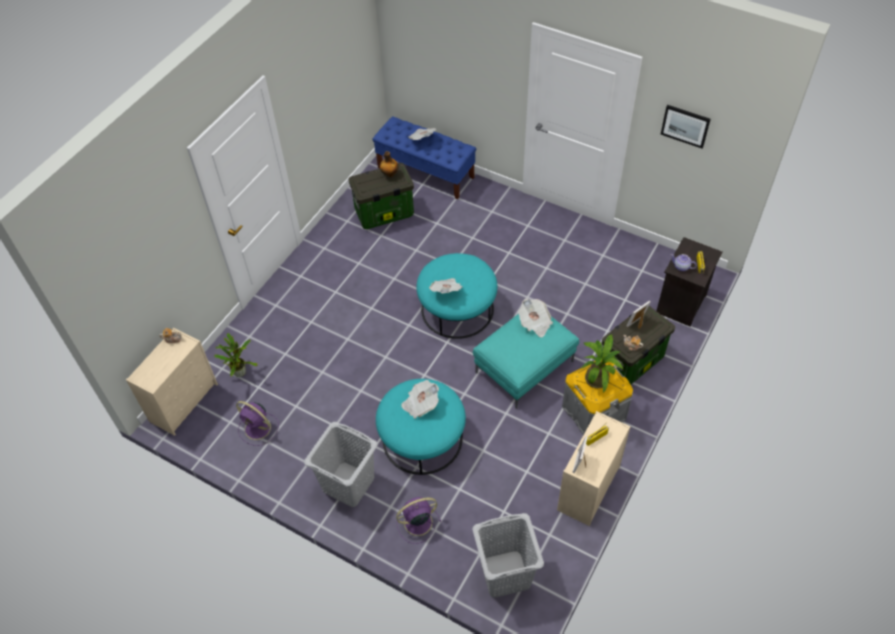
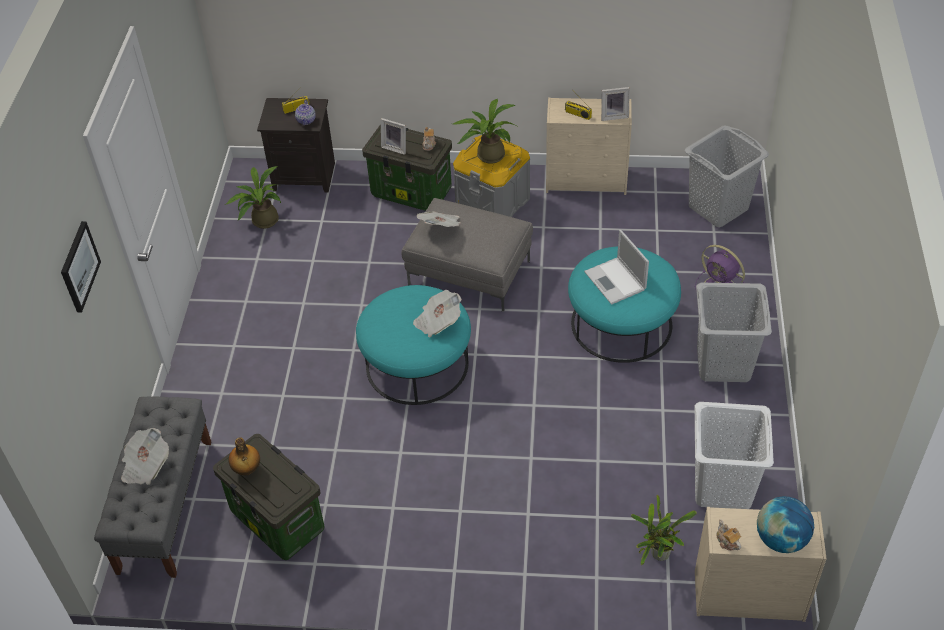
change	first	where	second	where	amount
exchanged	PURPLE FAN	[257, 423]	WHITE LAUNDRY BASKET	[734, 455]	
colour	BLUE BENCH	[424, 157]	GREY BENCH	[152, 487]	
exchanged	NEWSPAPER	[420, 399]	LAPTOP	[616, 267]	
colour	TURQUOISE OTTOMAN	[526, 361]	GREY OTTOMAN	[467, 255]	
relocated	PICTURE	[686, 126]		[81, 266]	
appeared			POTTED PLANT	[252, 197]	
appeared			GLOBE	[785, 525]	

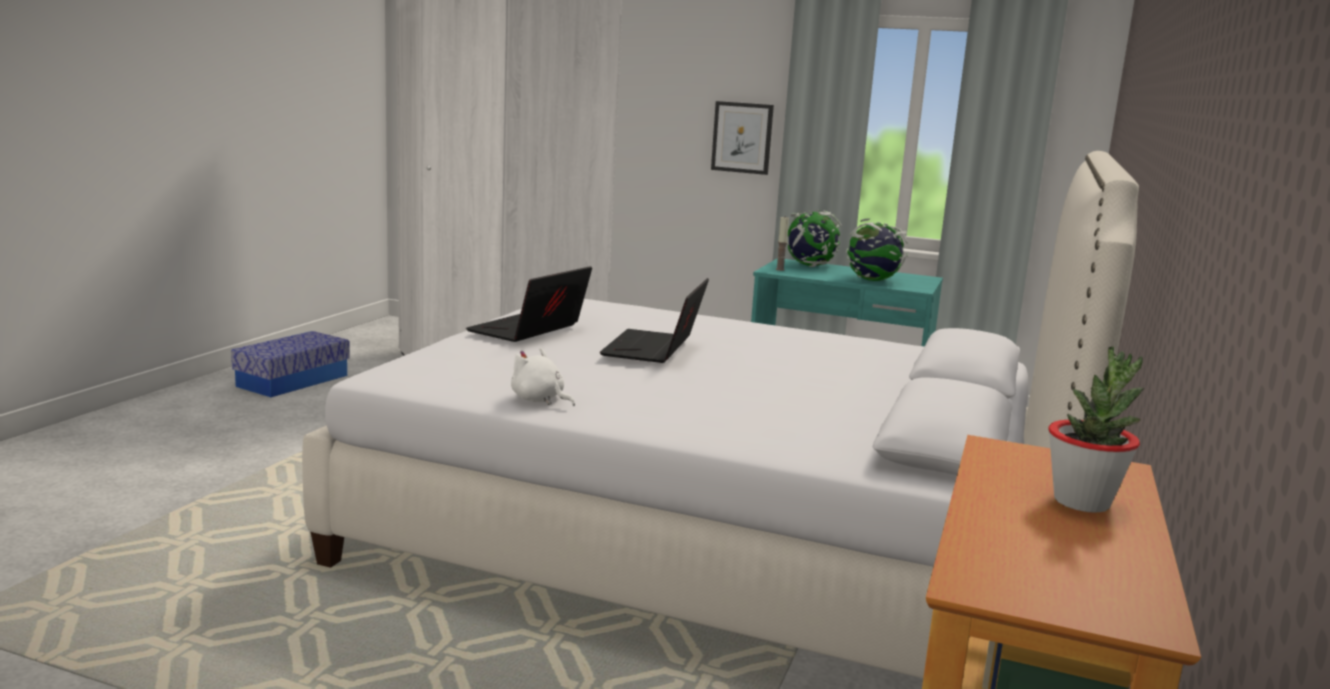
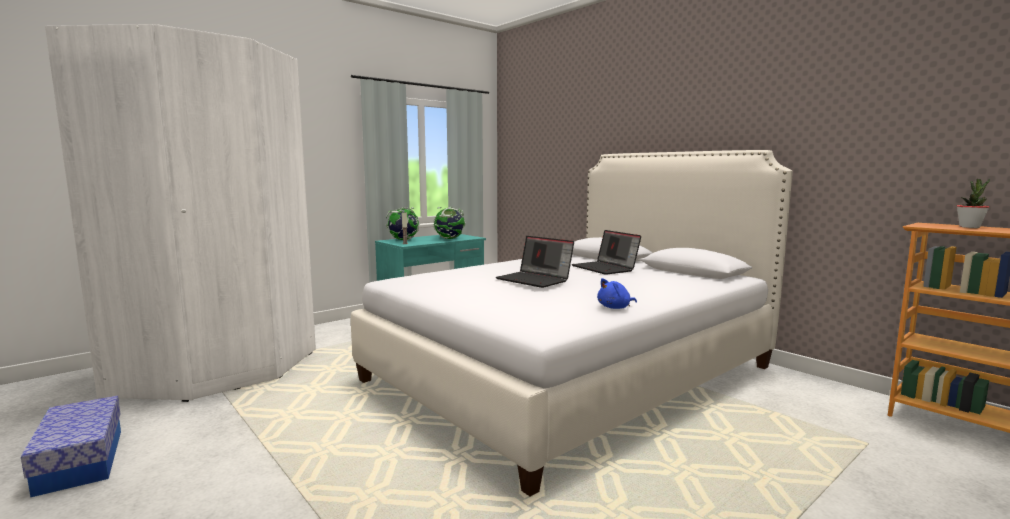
change	first	where	second	where	amount
relocated	LAPTOP	[529, 304]		[606, 252]	
colour	WHITE PLUSH TOY	[543, 377]	BLUE PLUSH TOY	[617, 293]	
missing	PICTURE	[742, 138]			

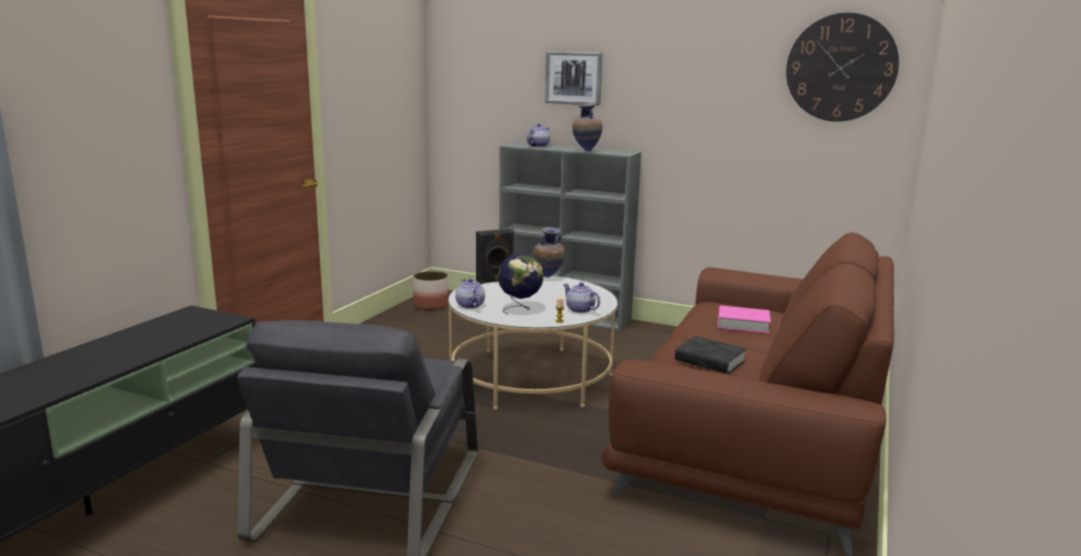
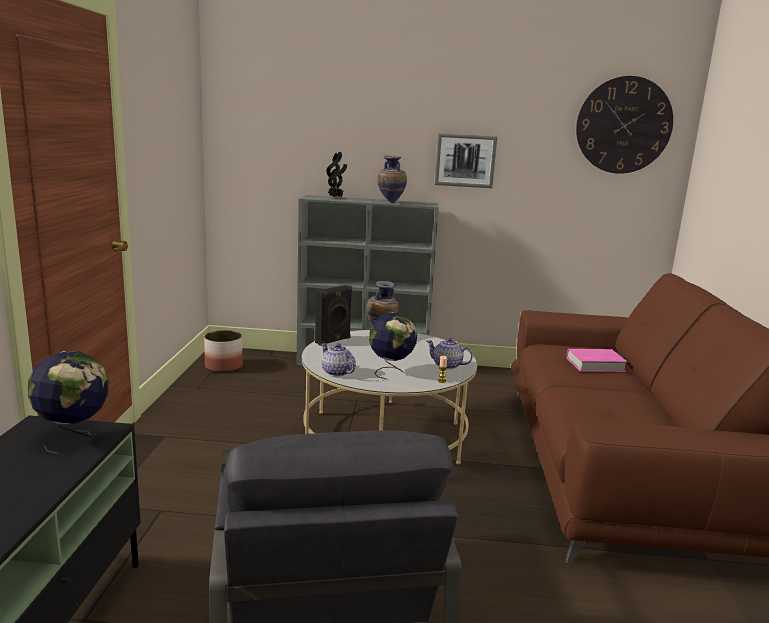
change	first	where	second	where	amount
exchanged	TEAPOT	[538, 135]	POTTED PLANT	[336, 175]	
relocated	PICTURE	[574, 78]		[466, 160]	
missing	BLACK BOOK	[711, 355]			
appeared			GLOBE	[68, 402]	

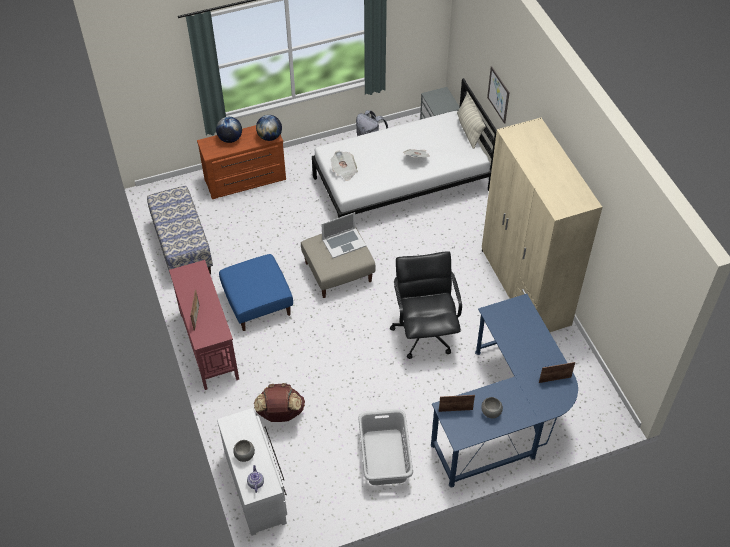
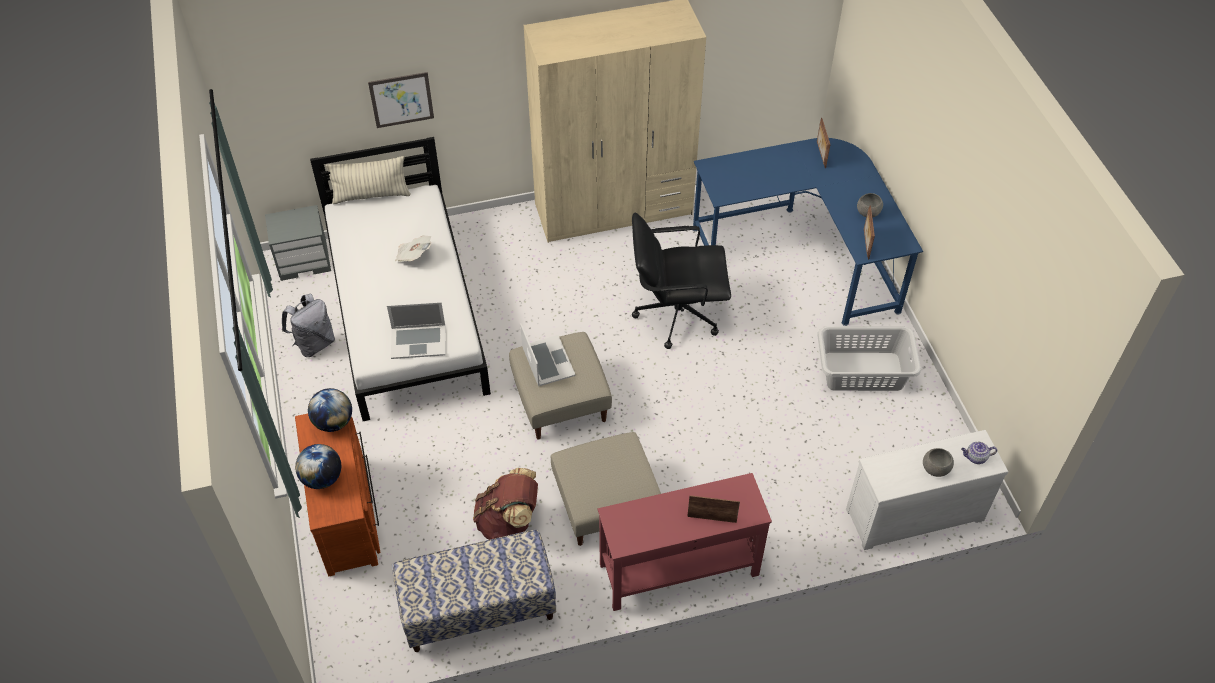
change	first	where	second	where	amount
colour	BLUE OTTOMAN	[256, 292]	BEIGE OTTOMAN	[606, 489]	
relocated	BROWN BACKPACK	[279, 402]		[505, 504]	
exchanged	NEWSPAPER	[344, 166]	LAPTOP	[416, 330]	

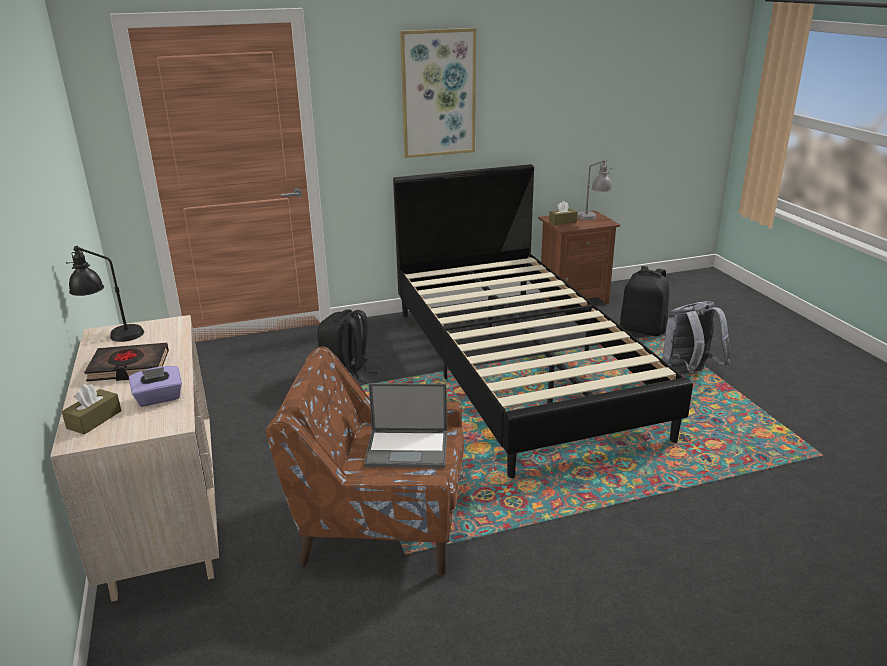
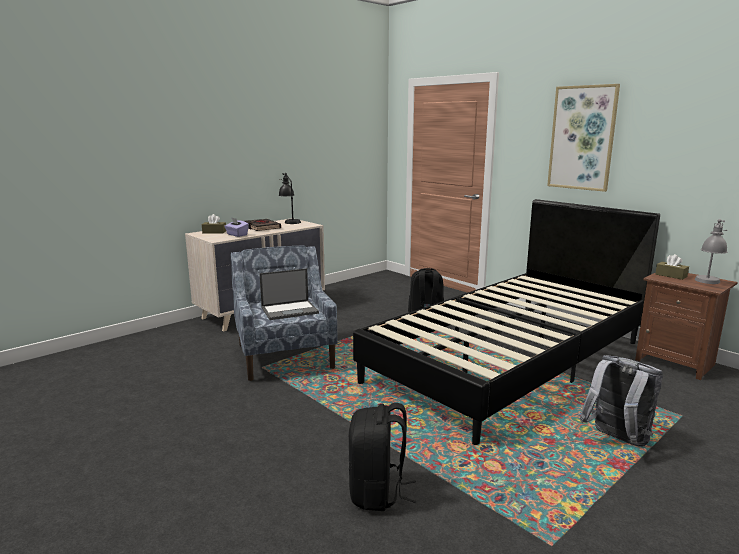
change	first	where	second	where	amount
colour	BROWN ARMCHAIR	[365, 460]	BLUE ARMCHAIR	[284, 313]	
spun	LAPTOP	[405, 425]		[289, 294]	90 degrees counterclockwise
relocated	BLACK BACKPACK	[644, 301]		[382, 457]	

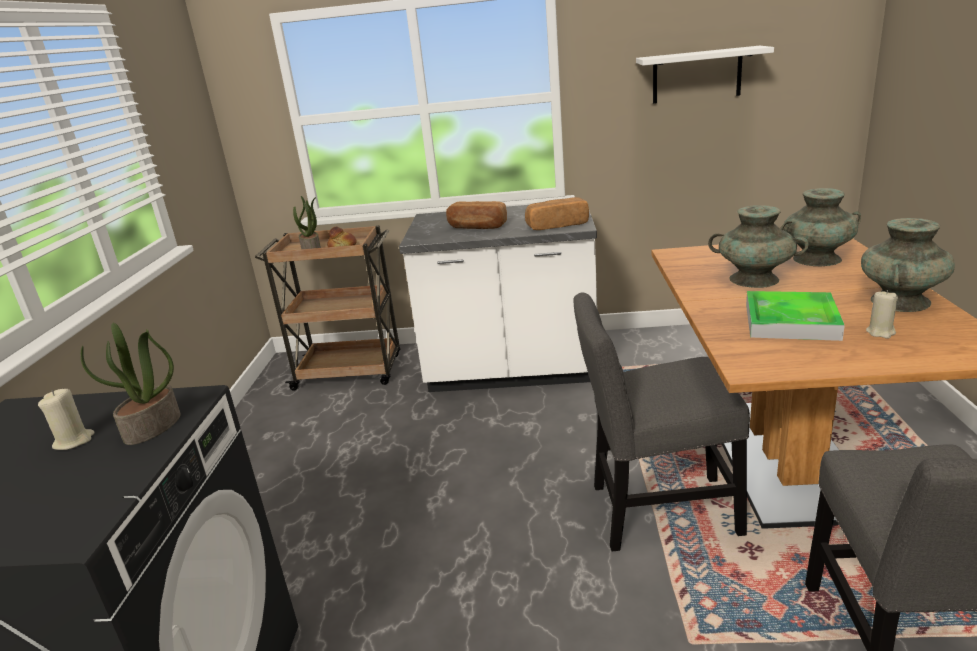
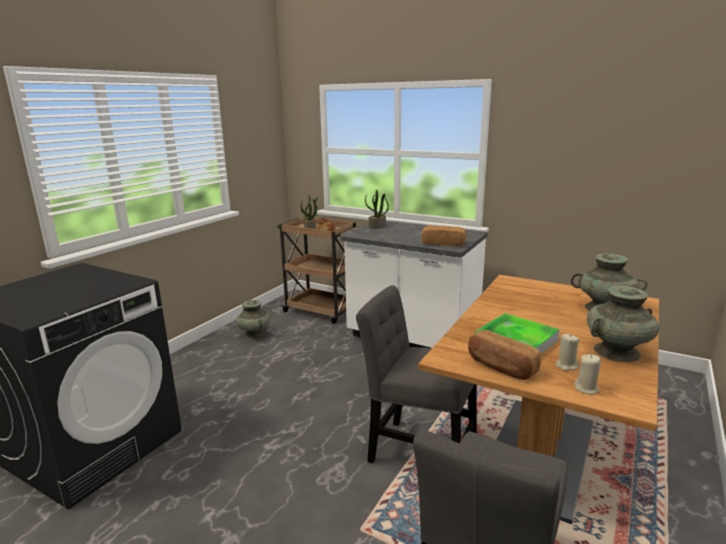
change	first	where	second	where	amount
relocated	BEIGE CANDLE	[66, 419]		[587, 374]	
relocated	POTTED PLANT	[131, 384]		[377, 209]	
relocated	BREAD	[476, 215]		[504, 355]	
missing	WHITE SHELF	[705, 75]			
relocated	TURQUOISE VASE	[758, 246]		[253, 320]	

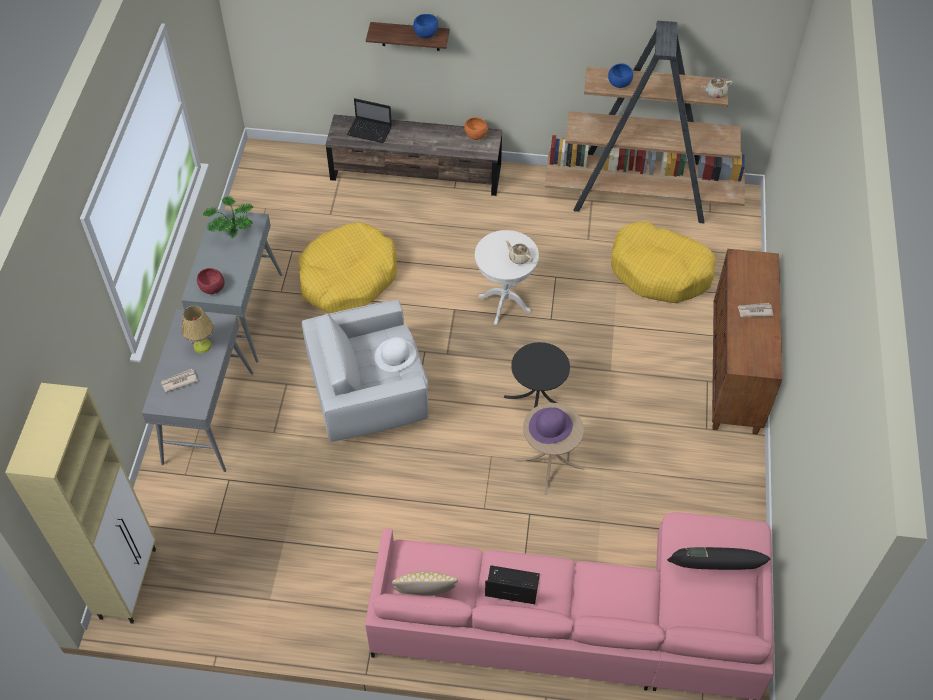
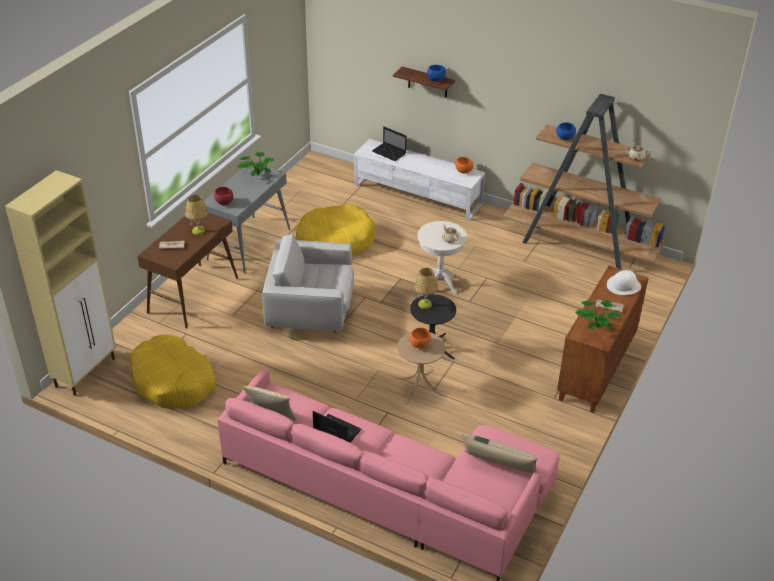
change	first	where	second	where	amount
colour	GREY CONSOLE TABLE	[198, 390]	BROWN CONSOLE TABLE	[187, 271]	
colour	BROWN TV STAND	[414, 155]	WHITE TV STAND	[419, 180]	
relocated	WHITE HAT	[395, 354]		[624, 282]	
exchanged	PURPLE HAT	[551, 426]	ORANGE BOWL	[420, 337]	
relocated	YELLOW DOG BED	[663, 262]		[173, 371]	
colour	BLACK PILLOW	[719, 558]	BEIGE PILLOW	[499, 453]	
appeared			TABLE LAMP	[426, 288]	
appeared			POTTED PLANT	[598, 314]	

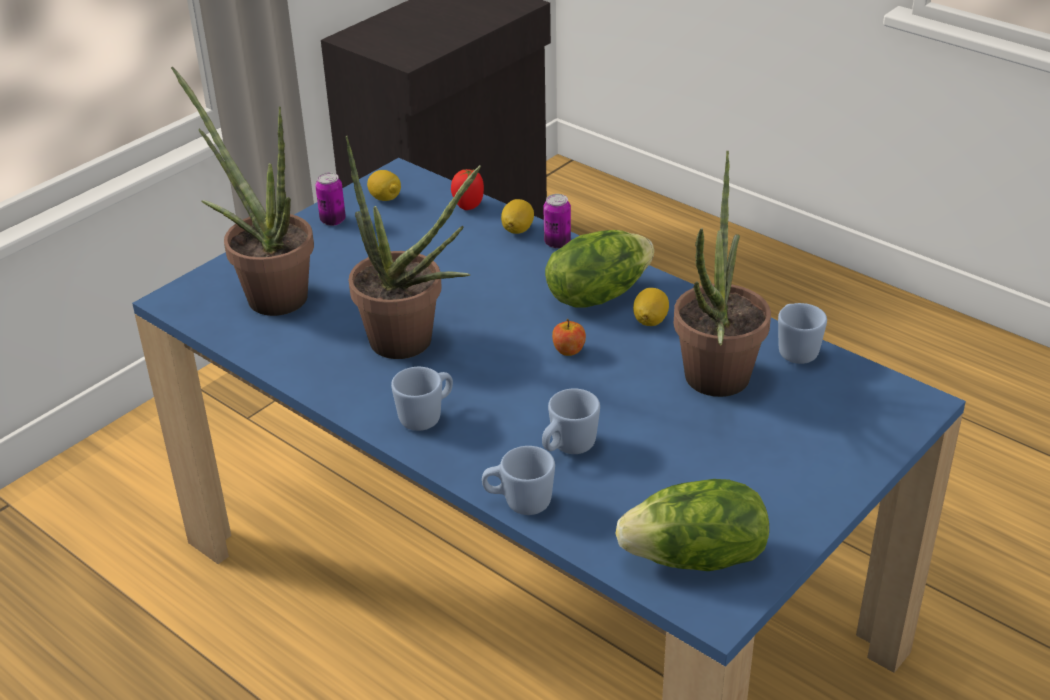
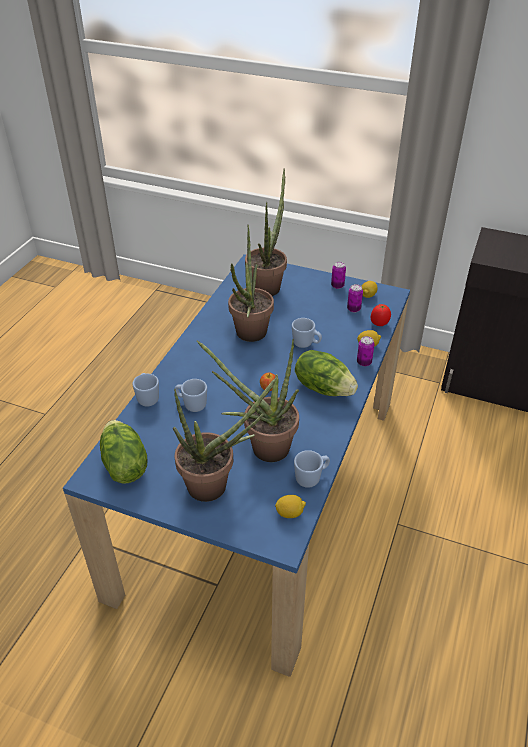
change	first	where	second	where	amount
relocated	BLUE MUG	[422, 399]		[307, 333]	
relocated	LEMON	[651, 307]		[290, 506]	
appeared			POTTED PLANT	[225, 439]	
appeared			CAN	[355, 298]	

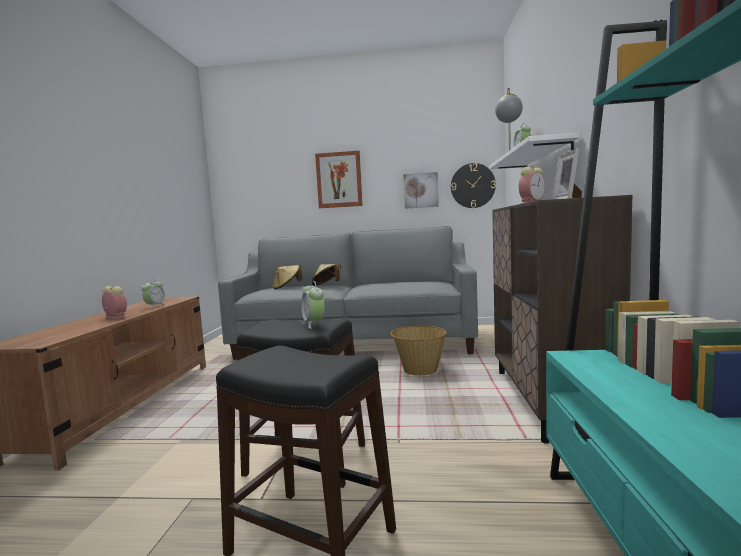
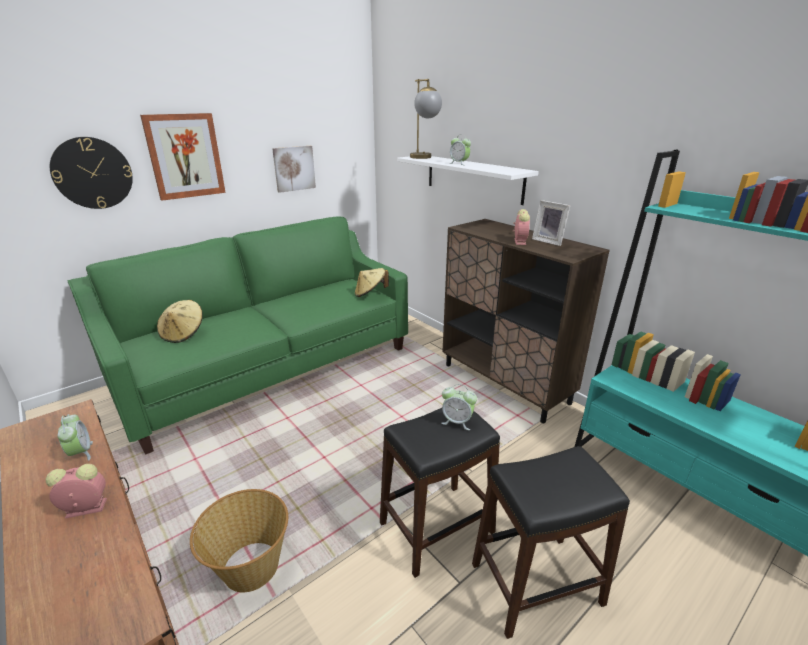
change	first	where	second	where	amount
colour	GREY SOFA	[348, 293]	GREEN SOFA	[238, 335]	
relocated	BEIGE HAT	[326, 275]		[372, 282]	
relocated	BASKET	[418, 350]		[239, 540]	
relocated	WALL CLOCK	[473, 185]		[91, 173]	

